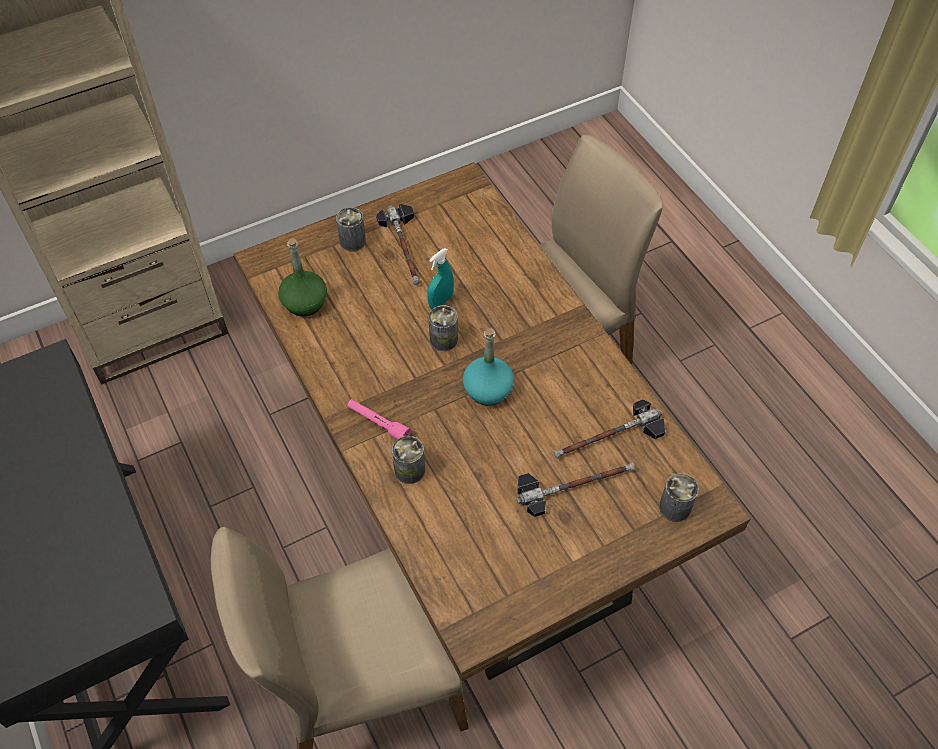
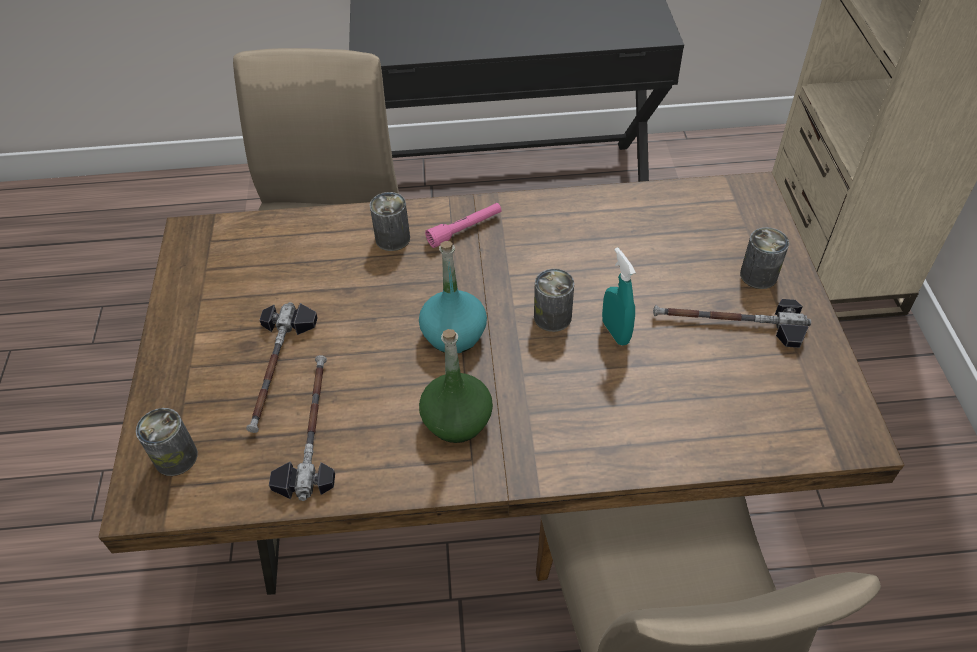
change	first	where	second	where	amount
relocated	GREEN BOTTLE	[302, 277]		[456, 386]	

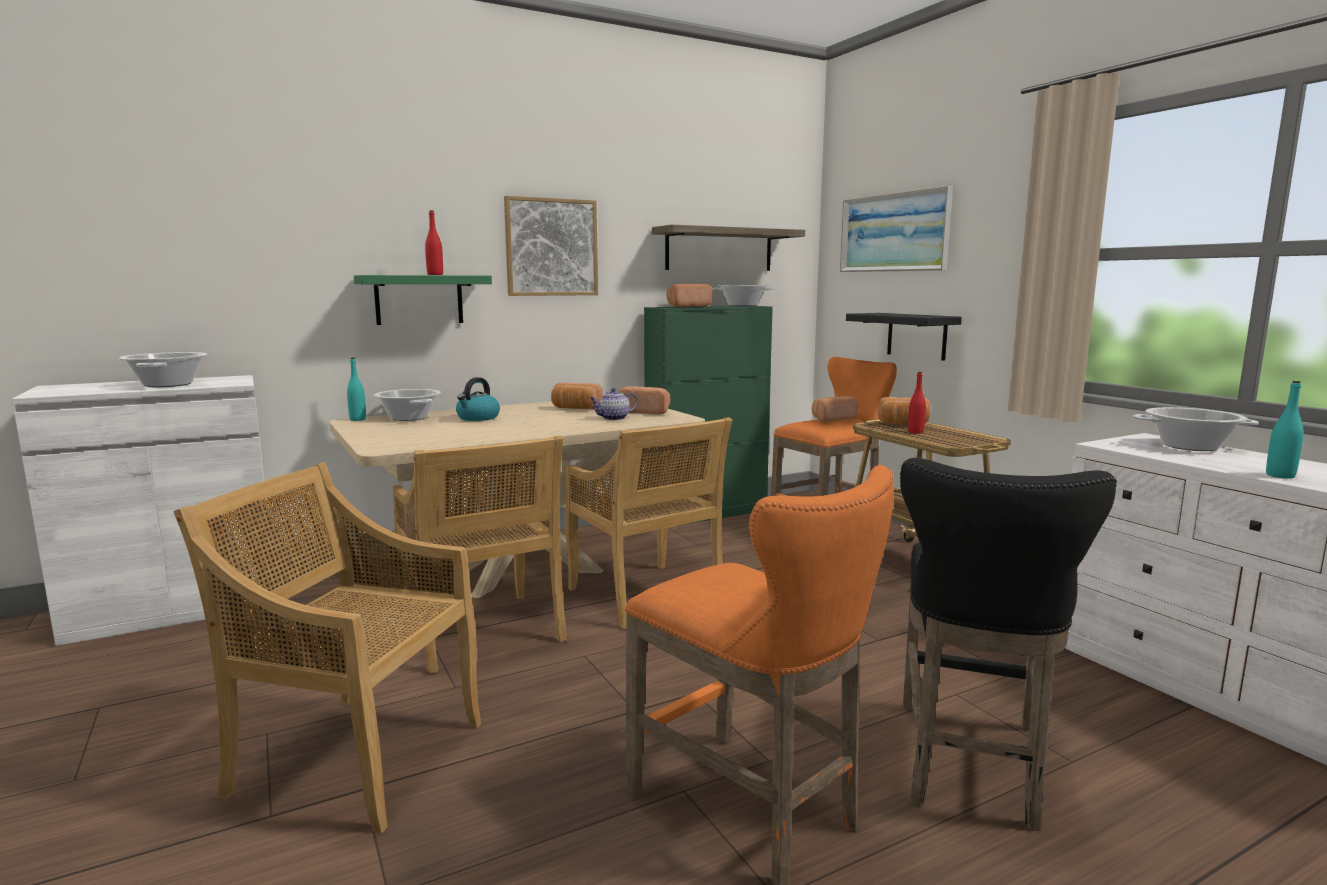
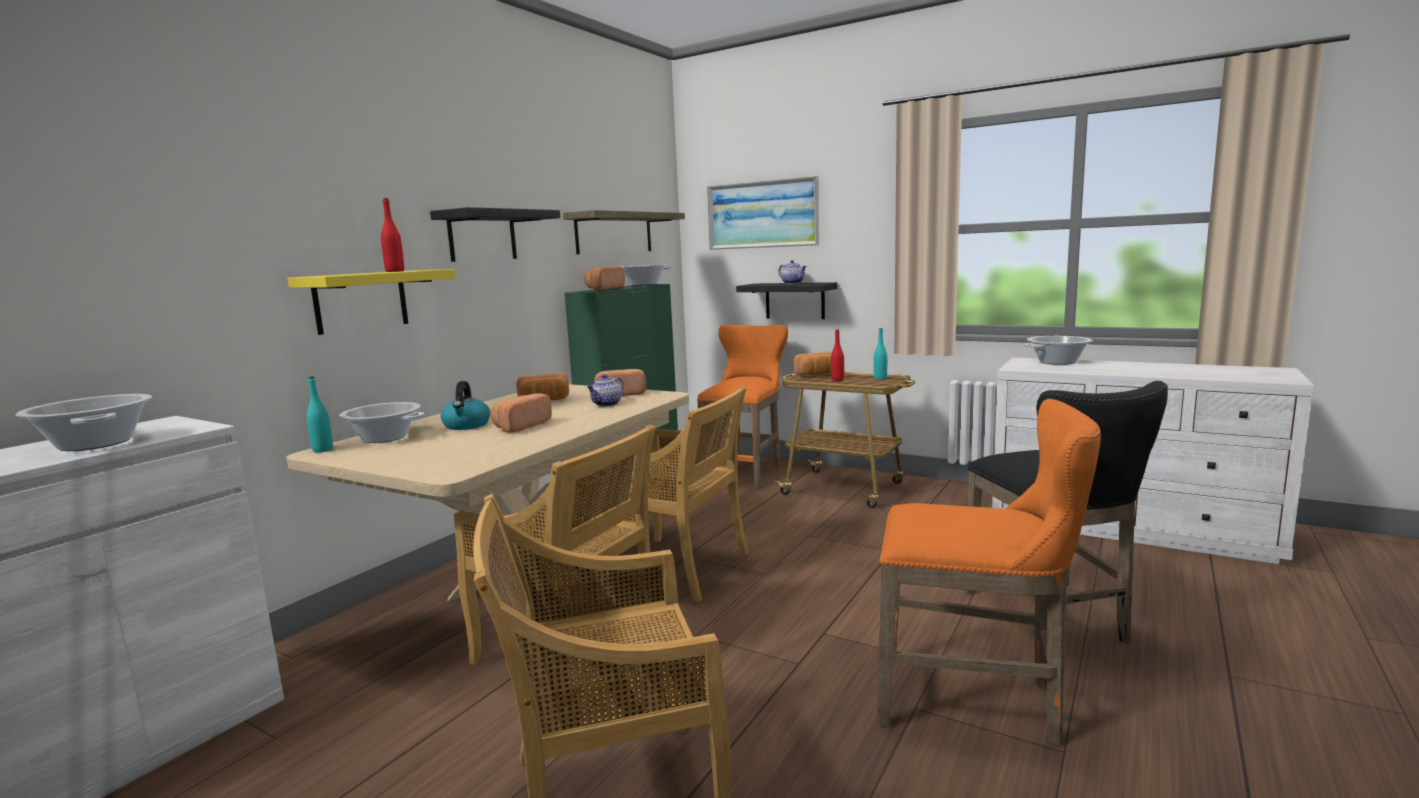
change	first	where	second	where	amount
colour	GREEN SHELF	[423, 300]	YELLOW SHELF	[371, 302]	
exchanged	PICTURE	[551, 246]	BLACK SHELF	[495, 234]	
relocated	BREAD	[835, 409]		[521, 413]	
relocated	TURQUOISE BOTTLE	[1285, 430]		[880, 354]	
appeared			TEAPOT	[792, 272]	

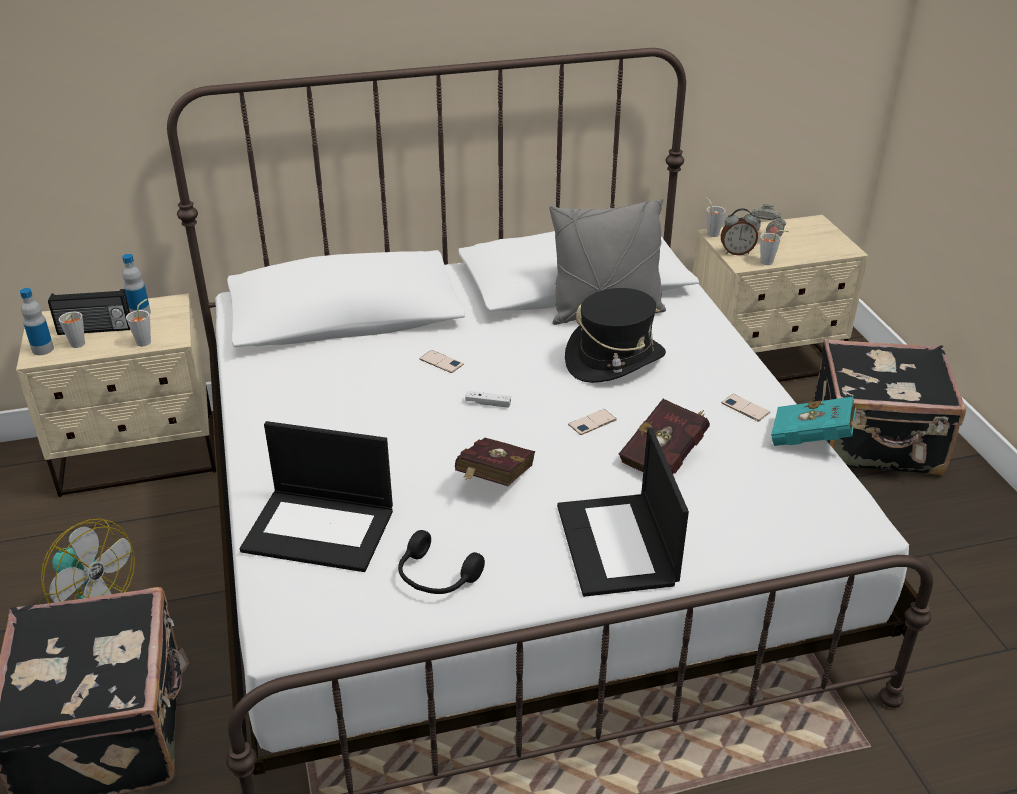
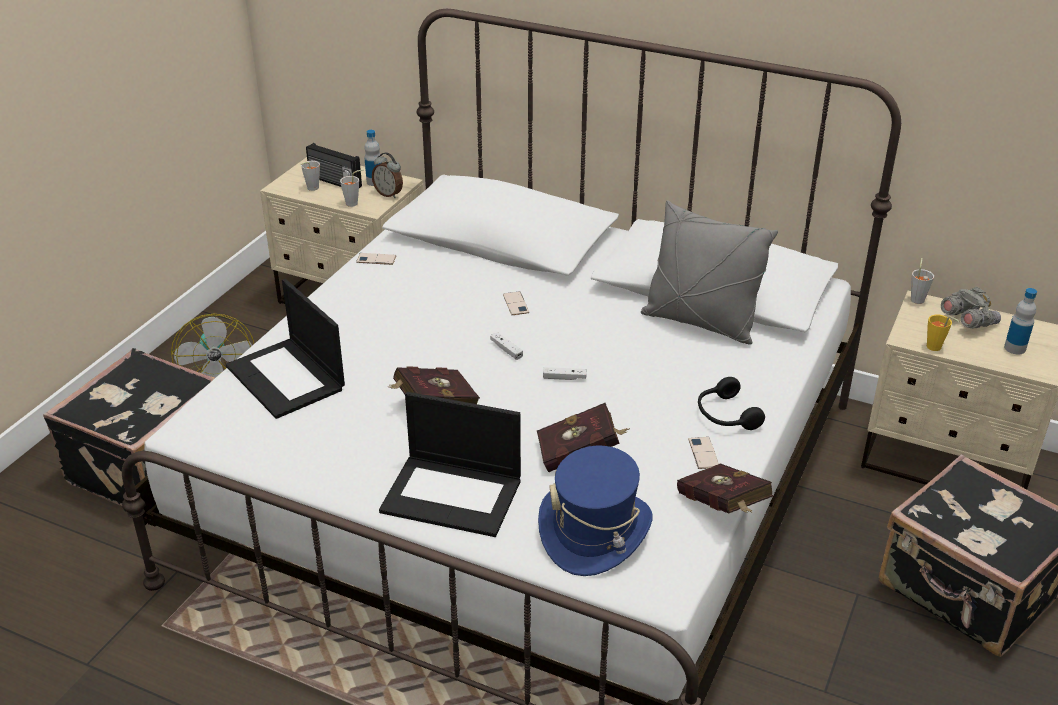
change	first	where	second	where	amount
relocated	BOTTLE	[37, 321]		[1020, 321]	
relocated	BLACK HEADPHONES	[441, 562]		[731, 403]	
spun	LAPTOP	[623, 512]		[450, 464]	105 degrees counterclockwise
missing	BLACK HAT	[615, 335]			
relocated	PHONE	[592, 422]		[376, 259]	
relocated	ALARM CLOCK	[739, 231]		[387, 175]	
colour	GREY CUP	[774, 247]	YELLOW CUP	[943, 333]	
colour	TURQUOISE BOOK	[818, 421]	RED BOOK	[725, 488]	
appeared			BLUE HAT	[595, 511]	
appeared			WHITE GAME CONTROLLER	[565, 373]	

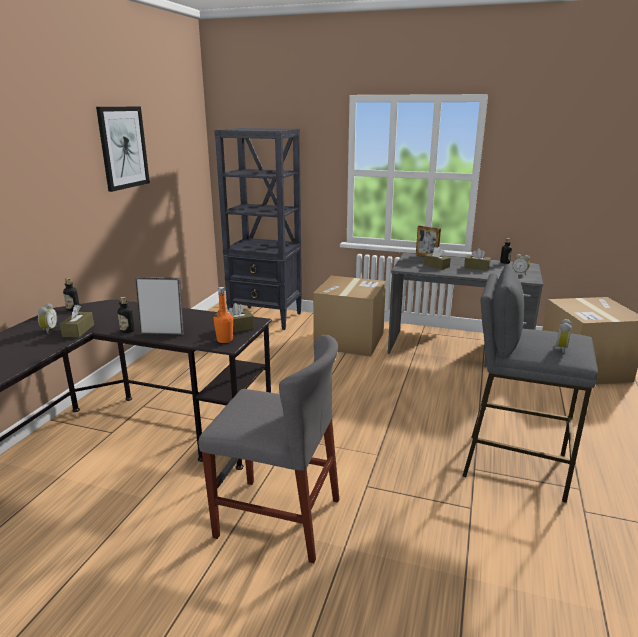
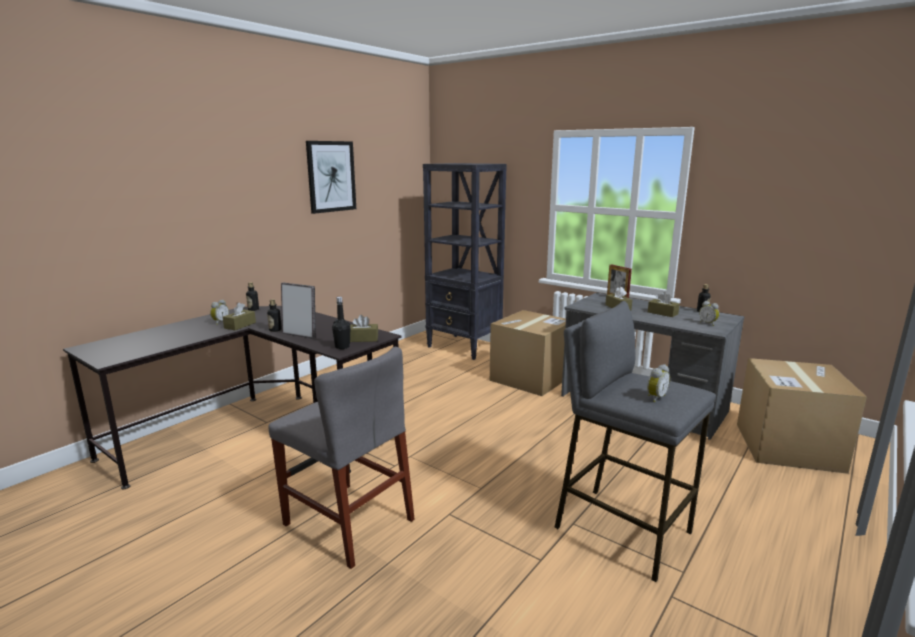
change	first	where	second	where	amount
colour	ORANGE BOTTLE	[223, 315]	BLACK BOTTLE	[341, 323]	

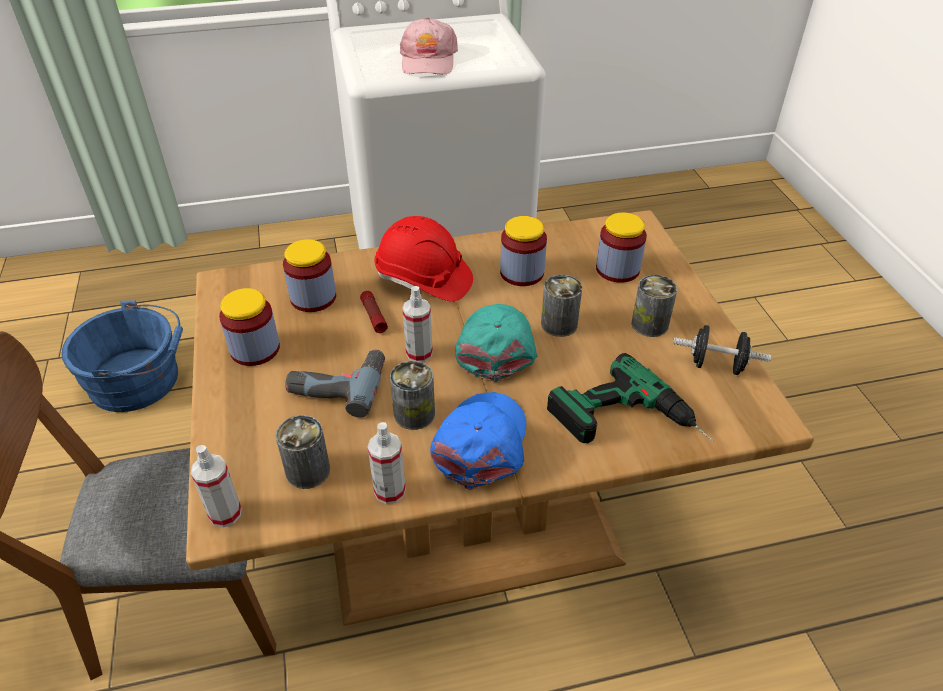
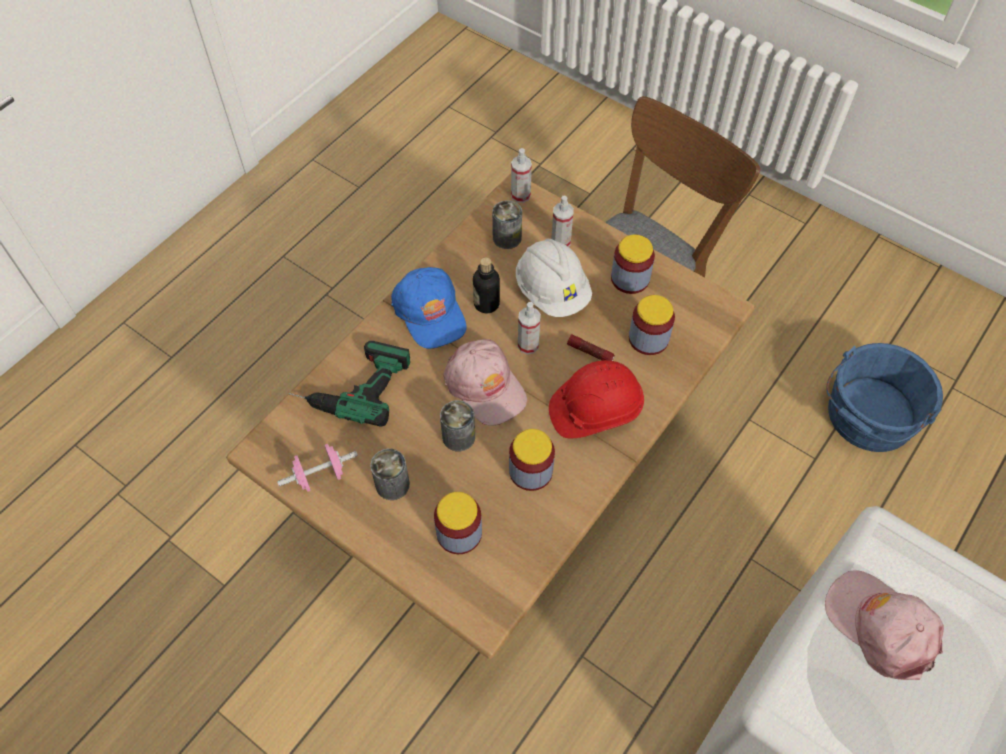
change	first	where	second	where	amount
exchanged	POWER DRILL	[335, 383]	WHITE HARD HAT	[554, 278]	
relocated	SPRAY BOTTLE	[387, 463]		[562, 221]	
exchanged	CAN	[412, 395]	BOTTLE	[486, 285]	
colour	TURQUOISE CAP	[496, 343]	PINK CAP	[485, 382]	
colour	BLACK DUMBBELL	[722, 350]	PINK DUMBBELL	[317, 468]	

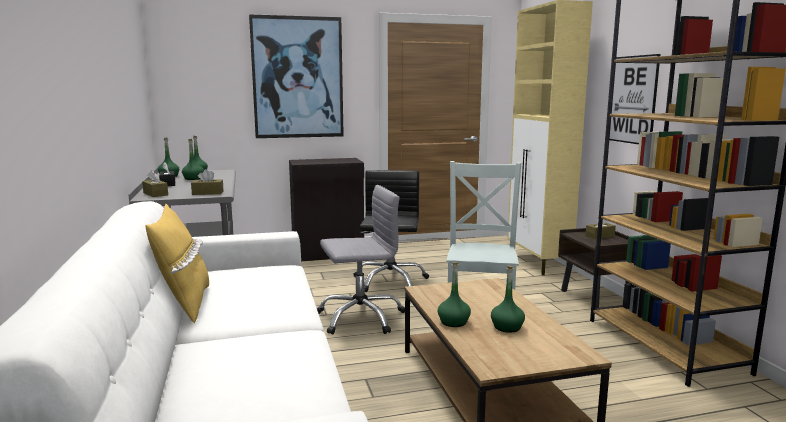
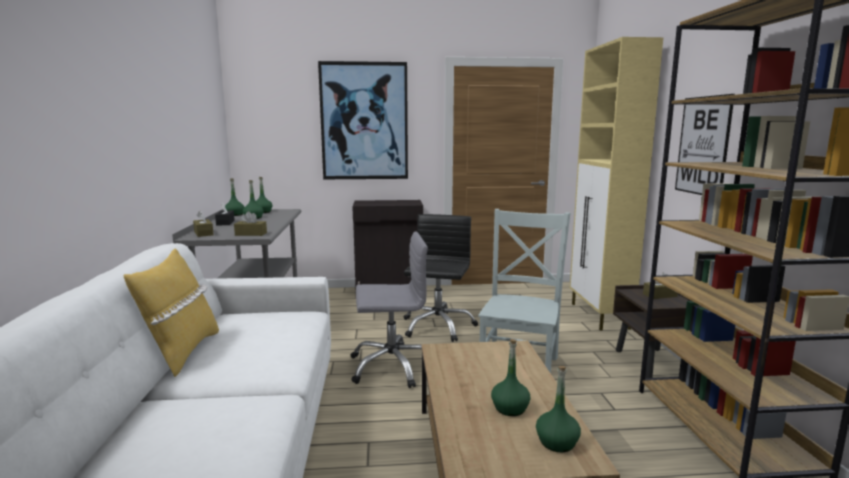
change	first	where	second	where	amount
relocated	GREEN BOTTLE	[454, 294]		[558, 409]	

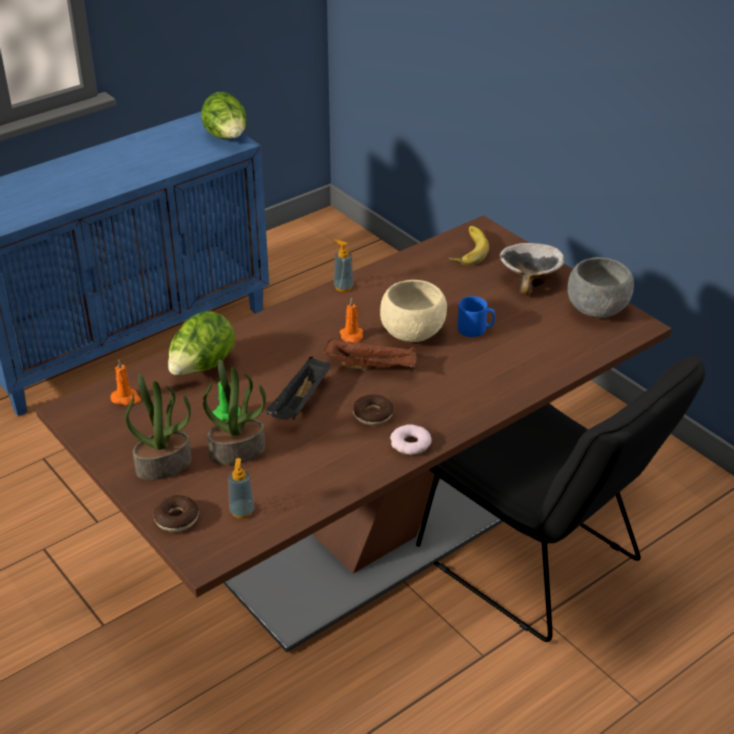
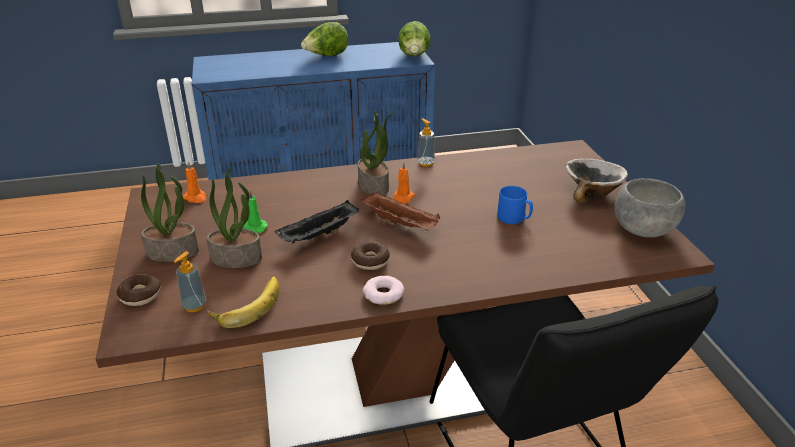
change	first	where	second	where	amount
relocated	LETTUCE	[201, 343]		[324, 39]	
missing	BEIGE BOWL	[413, 311]			
relocated	BANANA	[468, 246]		[243, 302]	
appeared			POTTED PLANT	[375, 153]	

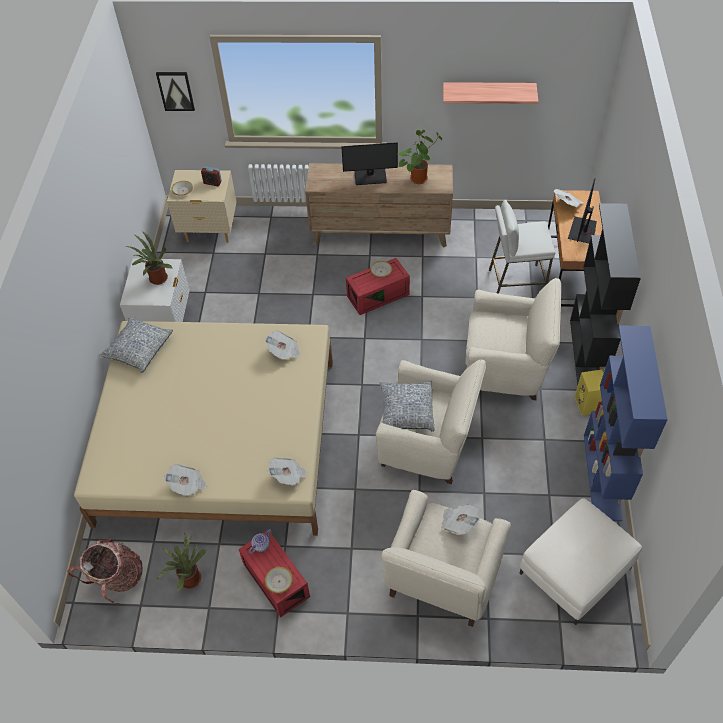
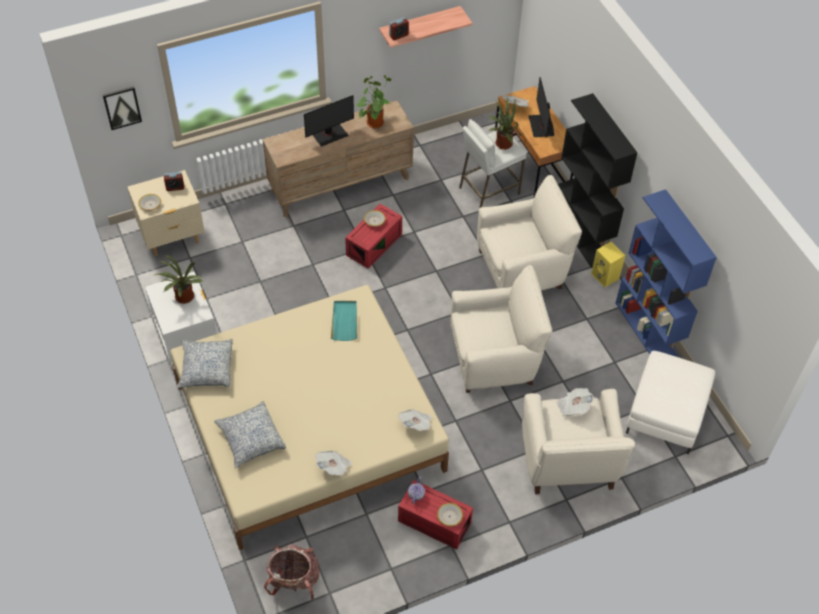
change	first	where	second	where	amount
relocated	POTTED PLANT	[181, 562]		[502, 123]	
exchanged	NEWSPAPER	[282, 345]	TURQUOISE TRAY	[344, 321]	
relocated	PILLOW	[407, 406]		[250, 434]	
appeared			ALARM CLOCK	[399, 28]	

